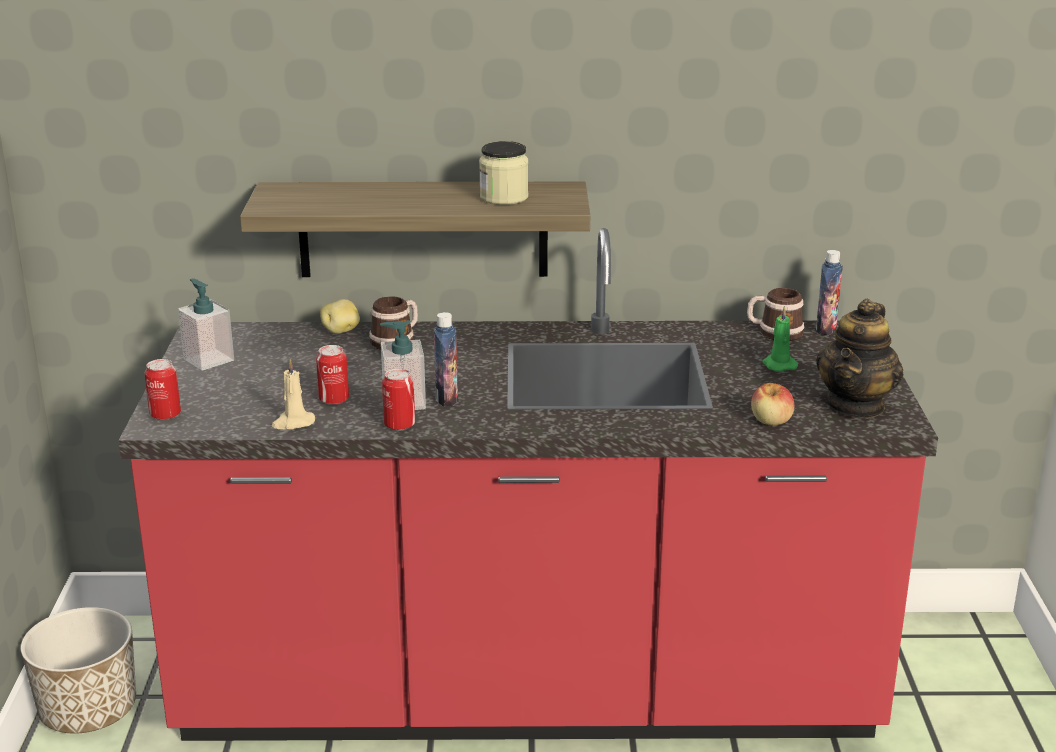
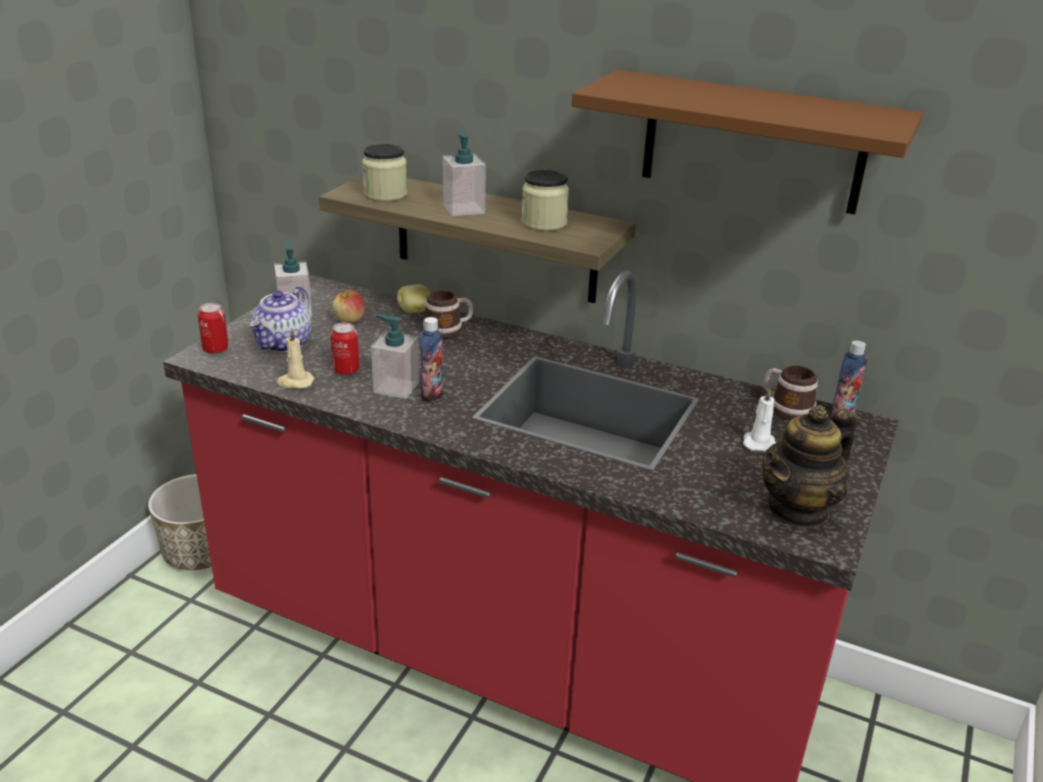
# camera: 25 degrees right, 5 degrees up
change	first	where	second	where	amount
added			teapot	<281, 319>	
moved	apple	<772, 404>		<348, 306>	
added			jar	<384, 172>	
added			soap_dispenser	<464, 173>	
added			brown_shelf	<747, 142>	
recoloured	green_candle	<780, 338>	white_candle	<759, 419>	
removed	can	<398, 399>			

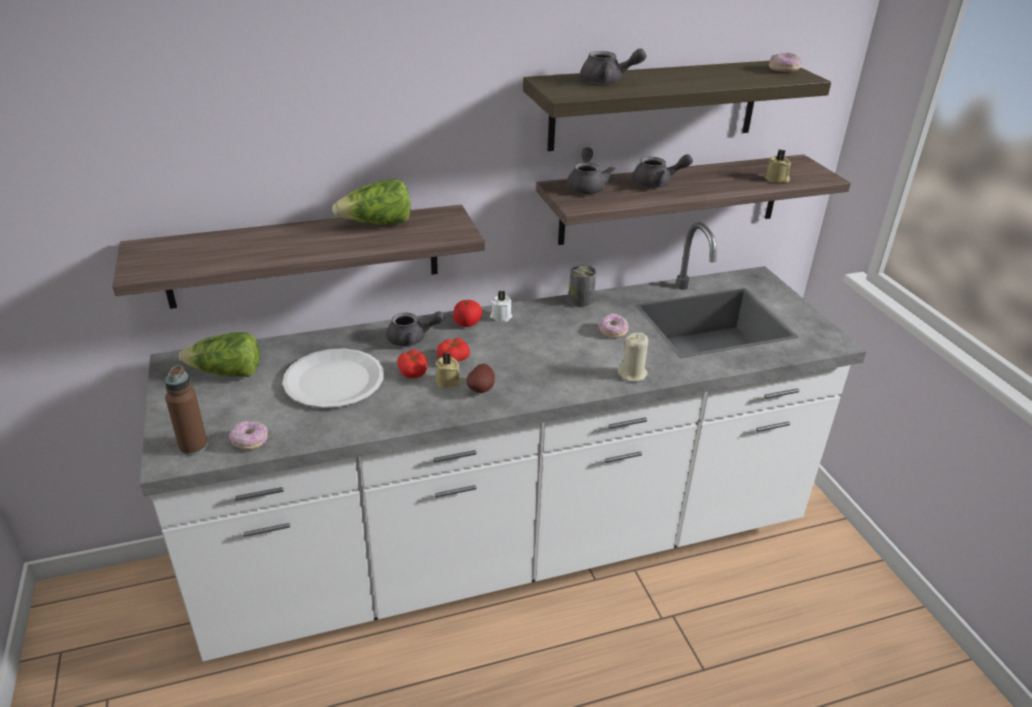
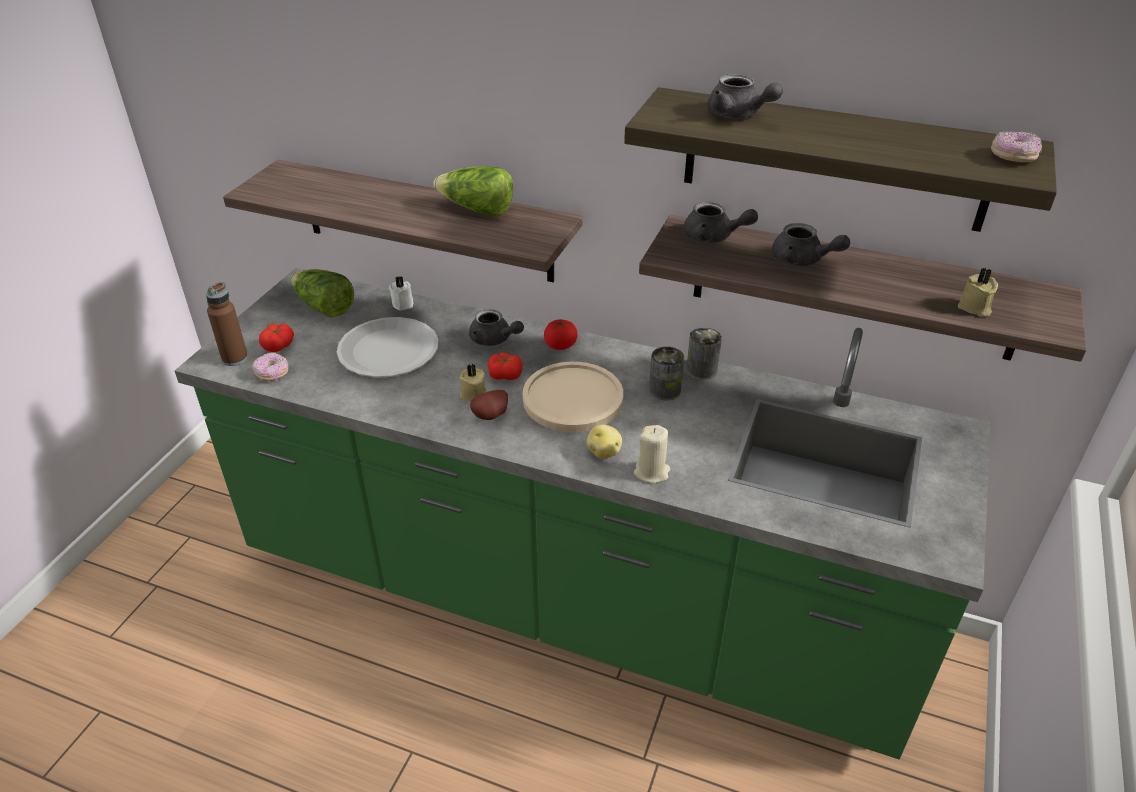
# camera: 40 degrees right, 5 degrees up
change	first	where	second	where	amount
recoloured	white_counter	<503, 442>	green_counter	<582, 513>	
moved	tomato	<412, 364>		<276, 338>	
moved	white_candle	<501, 306>		<401, 293>	
added			beige_plate	<573, 397>	
added			potato	<604, 441>	
added			can	<666, 373>	
turned	grey_teapot	<591, 170>		<721, 222>	75 degrees clockwise
removed	donut	<613, 325>			

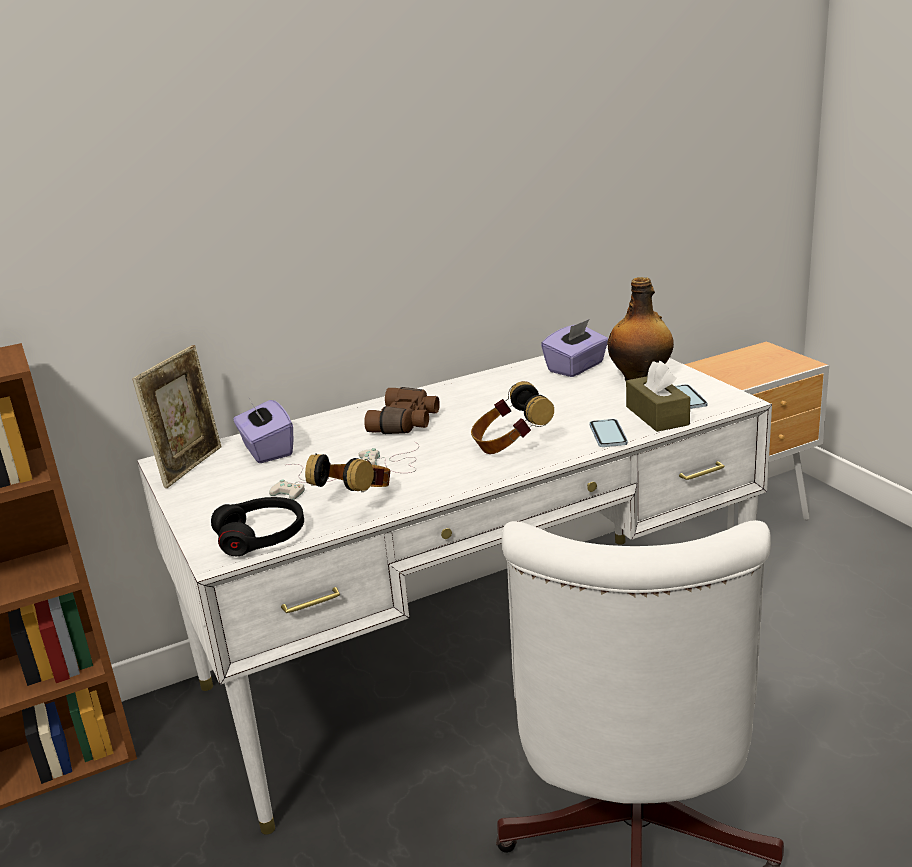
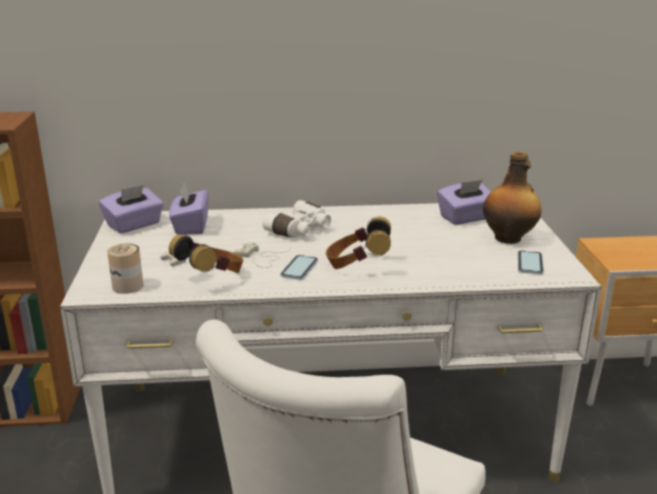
# camera: 20 degrees right, 0 degrees up
change	first	where	second	where	amount
replaced	picture_frame	<177, 416>	purple_tissue_box	<131, 209>	
replaced	black_headphones	<257, 526>	can	<125, 269>	
recoloured	brown_binoculars	<402, 410>	white_binoculars	<296, 219>	
moved	phone	<608, 433>		<299, 267>	
removed	brown_tissue_box	<658, 396>			

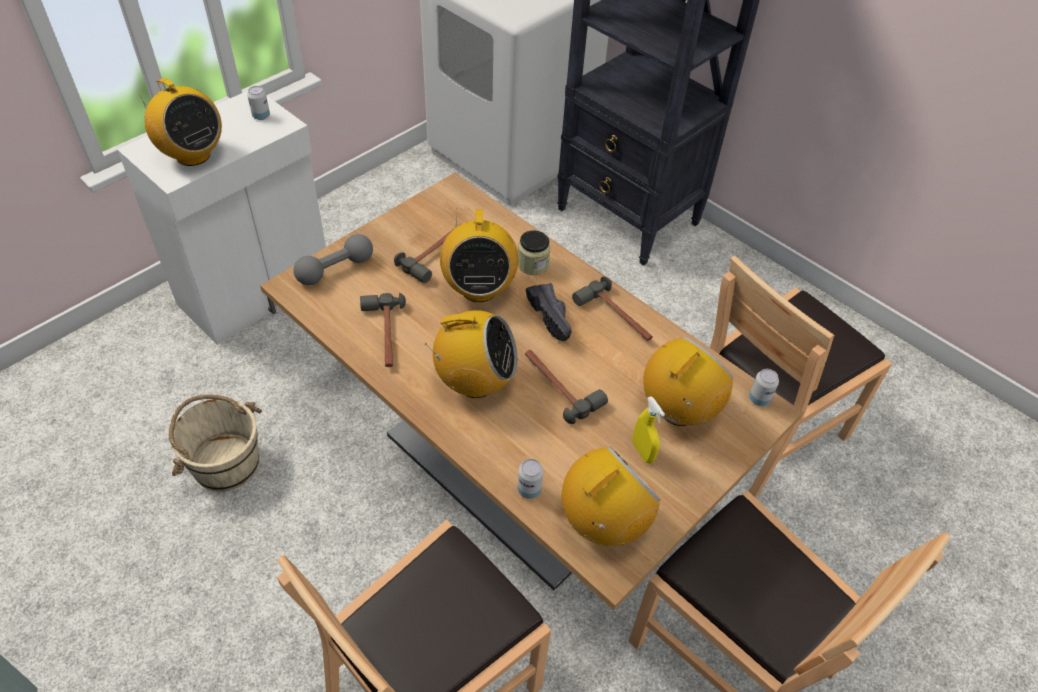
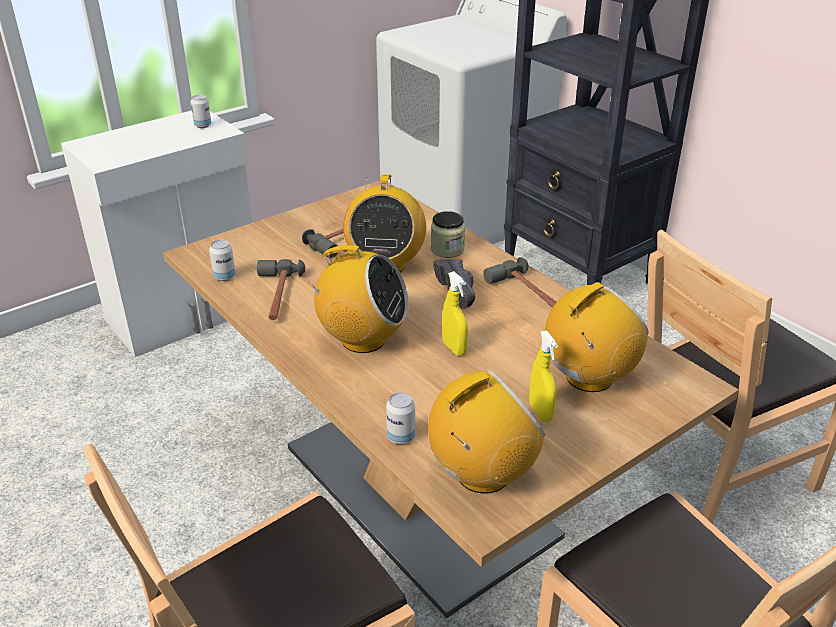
# camera: 10 degrees right, 15 degrees down
change	first	where	second	where	amount
moved	can	<764, 387>		<222, 260>	
replaced	hammer	<566, 387>	yellow_spray_bottle	<455, 313>	
removed	radio	<179, 122>			
removed	beige_bucket	<215, 443>			
removed	grey_dumbbell	<333, 259>			

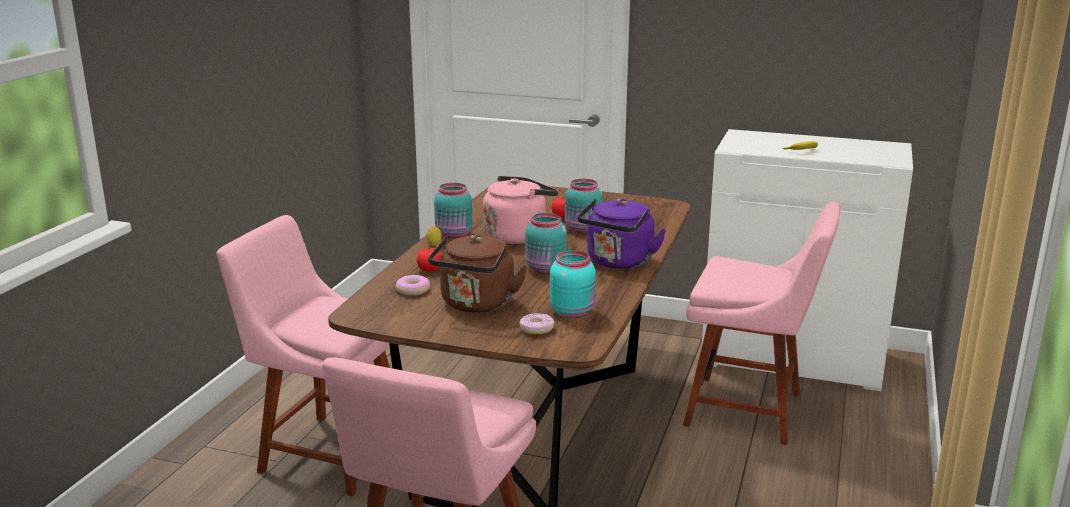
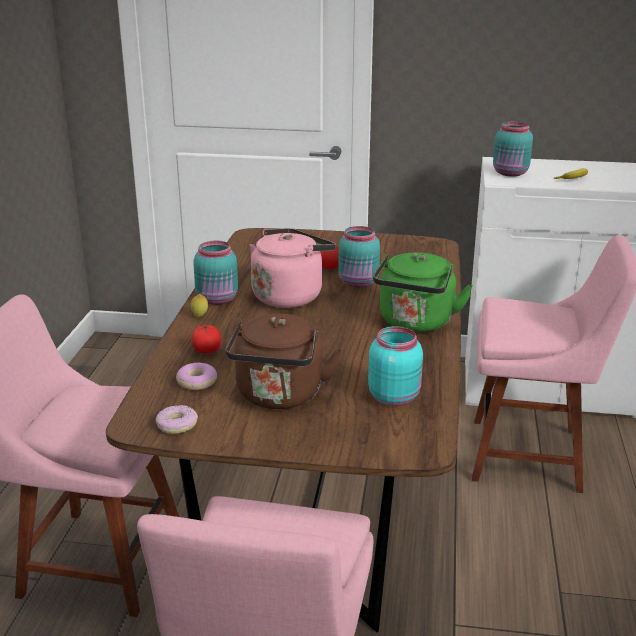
# camera: 10 degrees left, 5 degrees up
change	first	where	second	where	amount
moved	donut	<537, 323>		<177, 419>	
recoloured	purple_kettle	<621, 234>	green_kettle	<423, 292>	
moved	turquoise_jar	<546, 243>		<513, 149>	

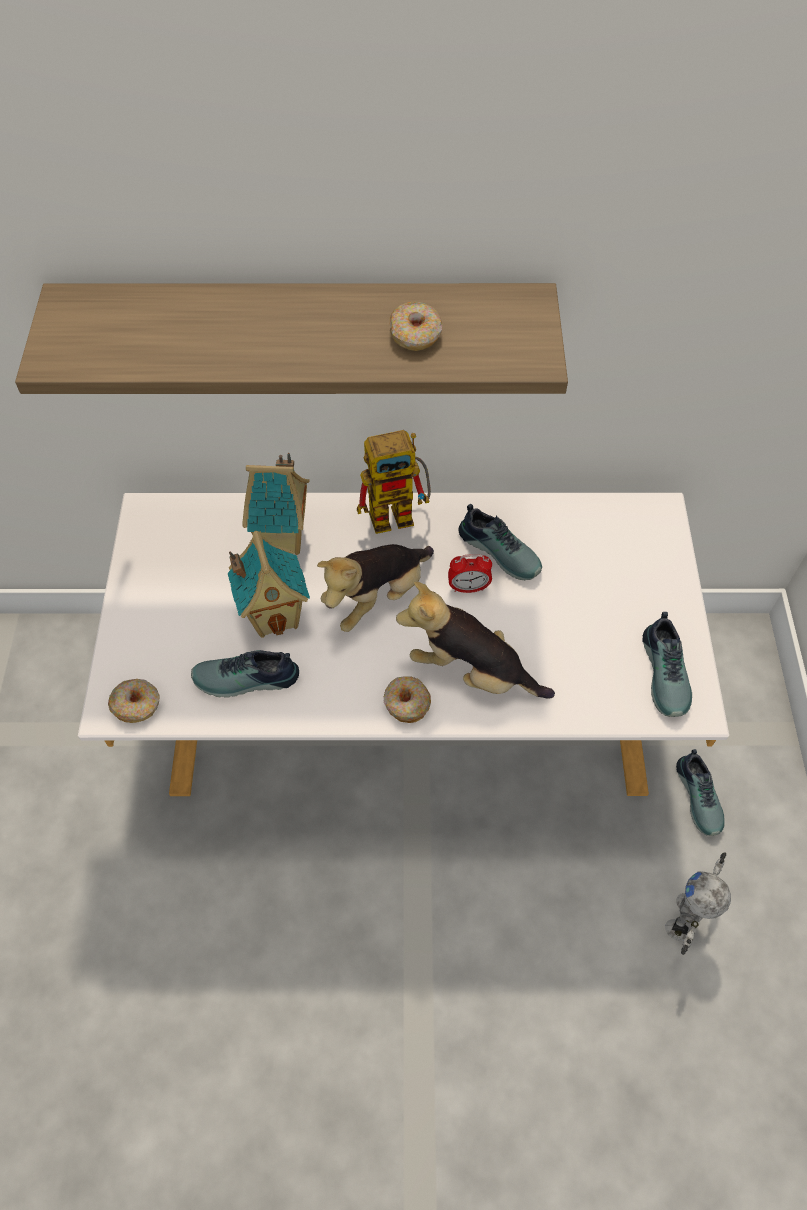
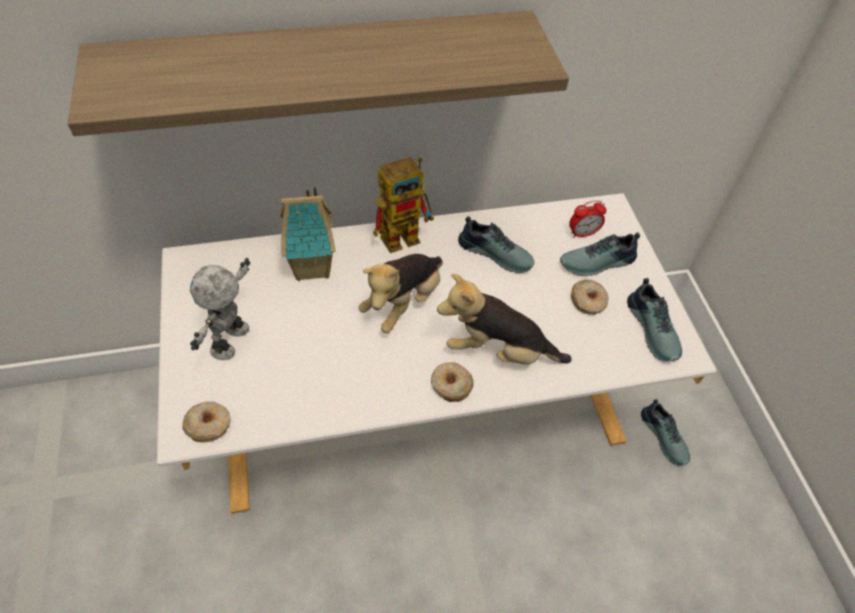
# camera: 15 degrees left, 5 degrees down
change	first	where	second	where	amount
moved	toy_robot	<698, 903>		<220, 309>	
moved	shoe	<245, 674>		<600, 254>	
moved	alarm_clock	<470, 573>		<588, 219>	
moved	donut	<416, 326>		<590, 297>	
removed	toy_house	<269, 584>			

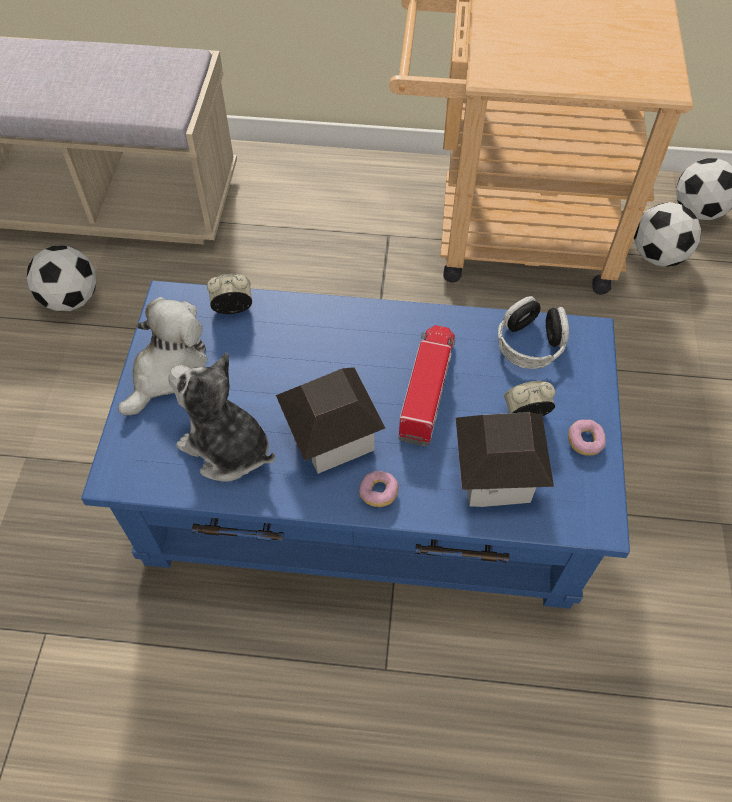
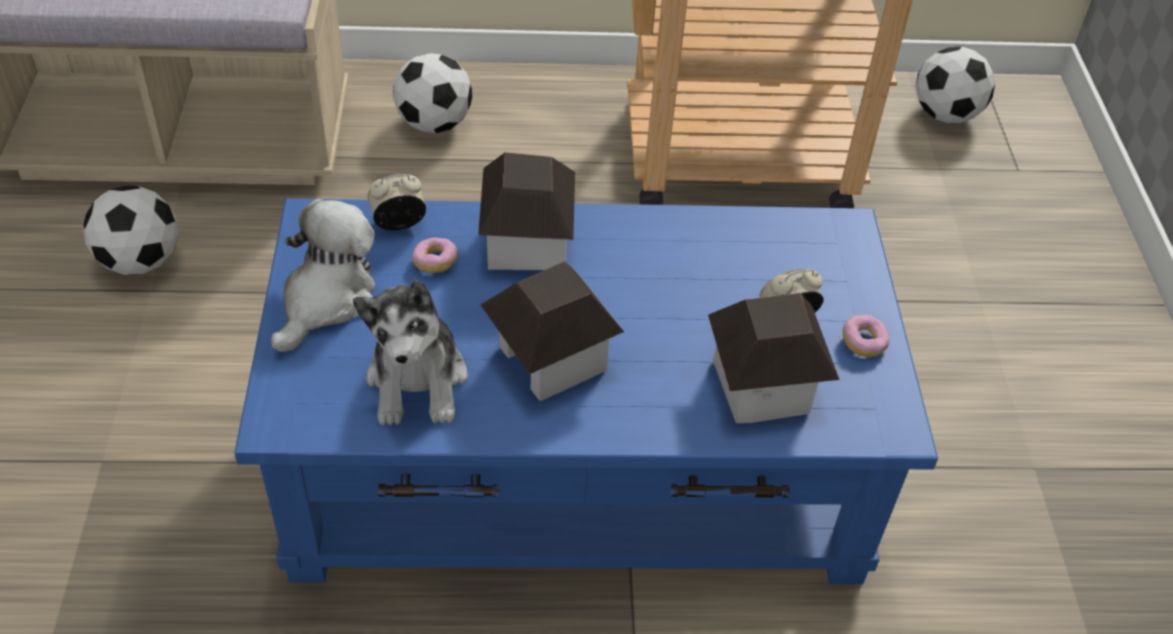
# camera: 10 degrees left, 10 degrees down
change	first	where	second	where	amount
turned	plush_toy	<221, 417>		<410, 351>	120 degrees counterclockwise
moved	football	<667, 234>		<432, 93>	
moved	donut	<379, 489>		<434, 255>	
added			toy_house	<526, 211>	
removed	toy_truck	<427, 385>			
removed	headphones	<533, 332>			

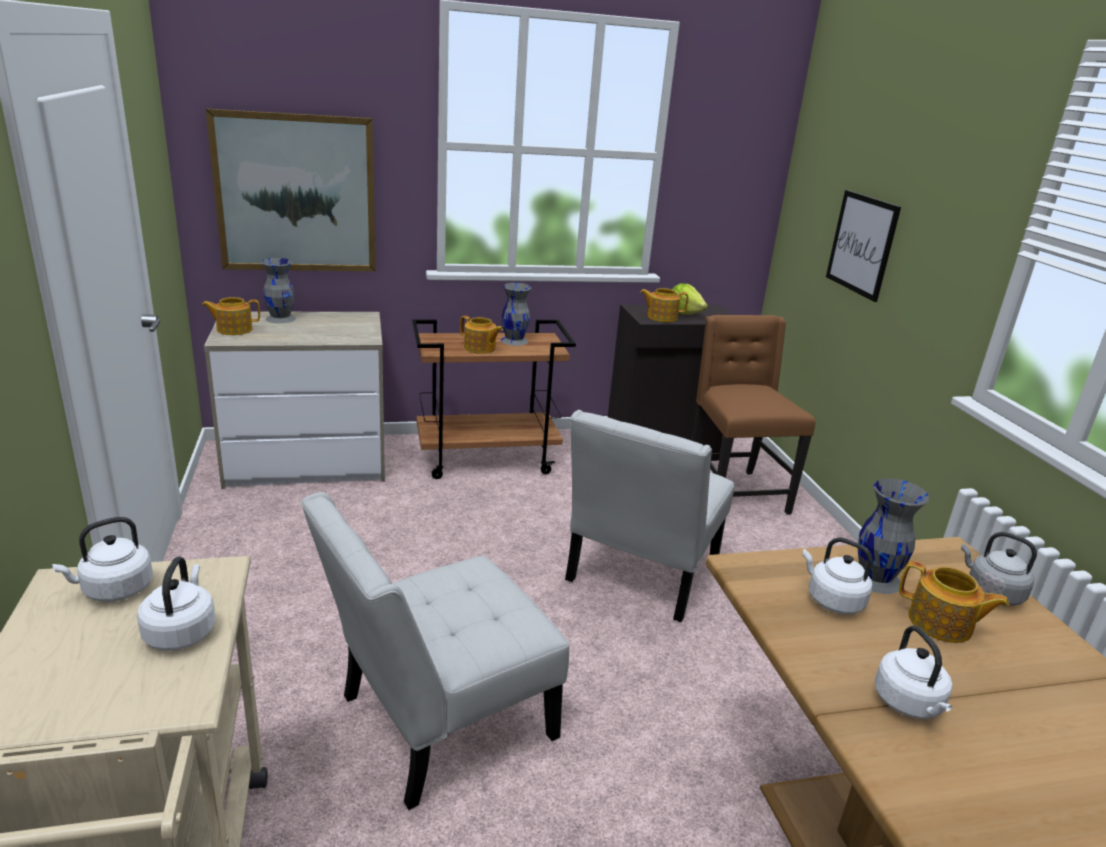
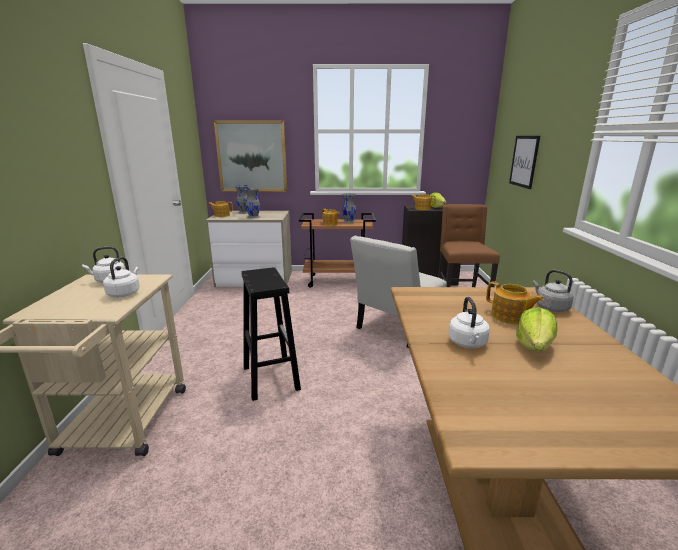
# camera: 15 degrees right, 5 degrees down
change	first	where	second	where	amount
replaced	white_chair	<435, 651>	black_stool	<271, 334>	
moved	grey_vase	<893, 536>		<253, 203>	
added			lettuce	<536, 329>	
removed	white_kettle	<837, 575>			

